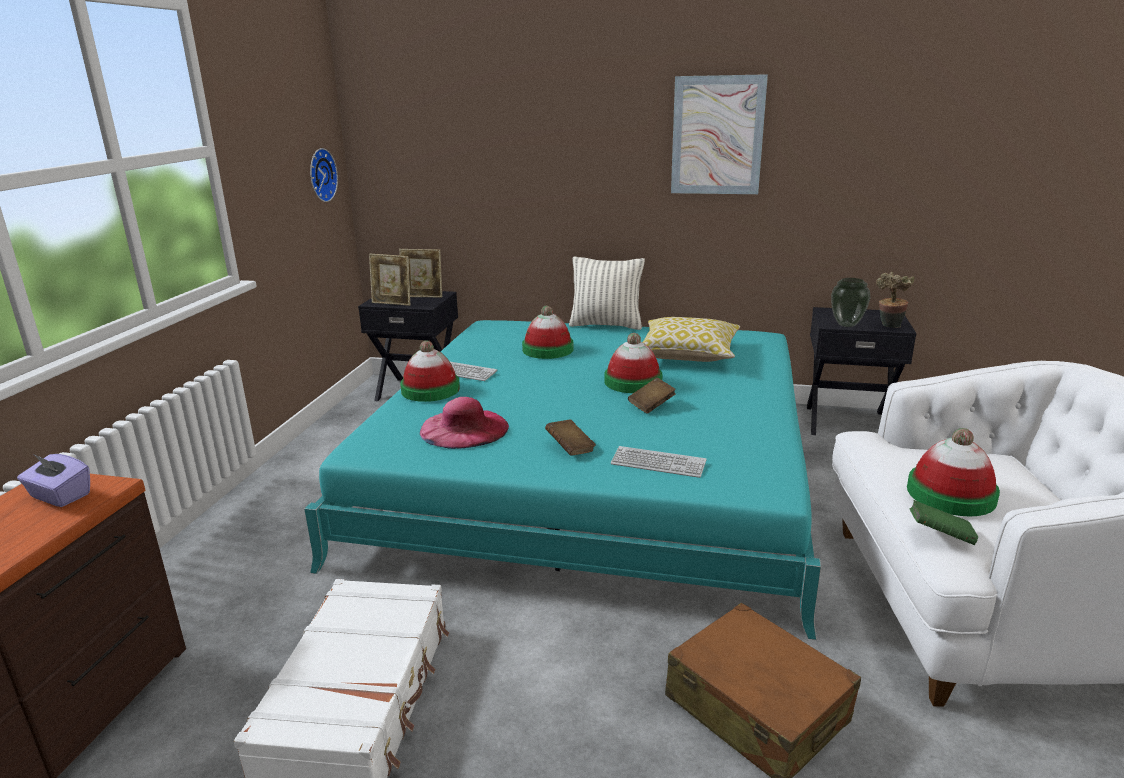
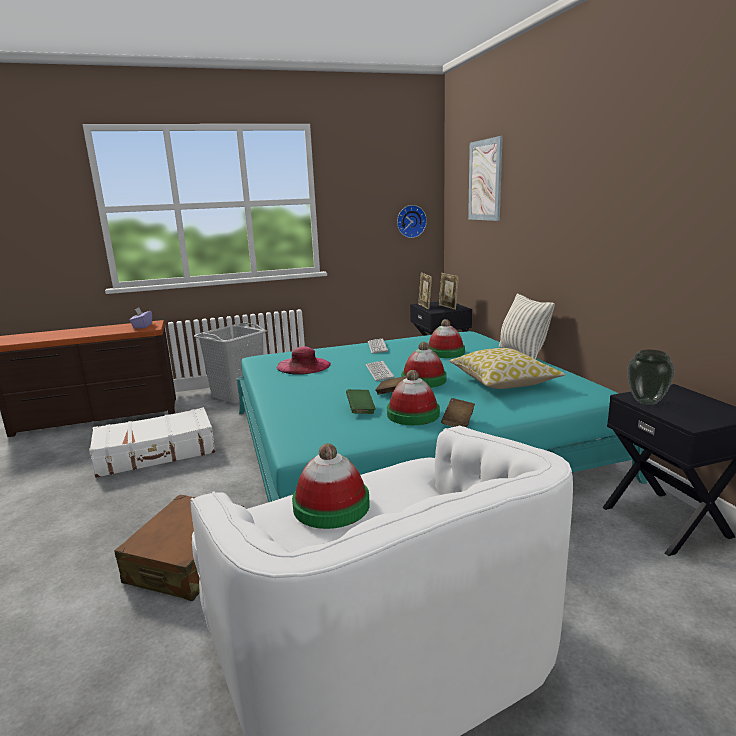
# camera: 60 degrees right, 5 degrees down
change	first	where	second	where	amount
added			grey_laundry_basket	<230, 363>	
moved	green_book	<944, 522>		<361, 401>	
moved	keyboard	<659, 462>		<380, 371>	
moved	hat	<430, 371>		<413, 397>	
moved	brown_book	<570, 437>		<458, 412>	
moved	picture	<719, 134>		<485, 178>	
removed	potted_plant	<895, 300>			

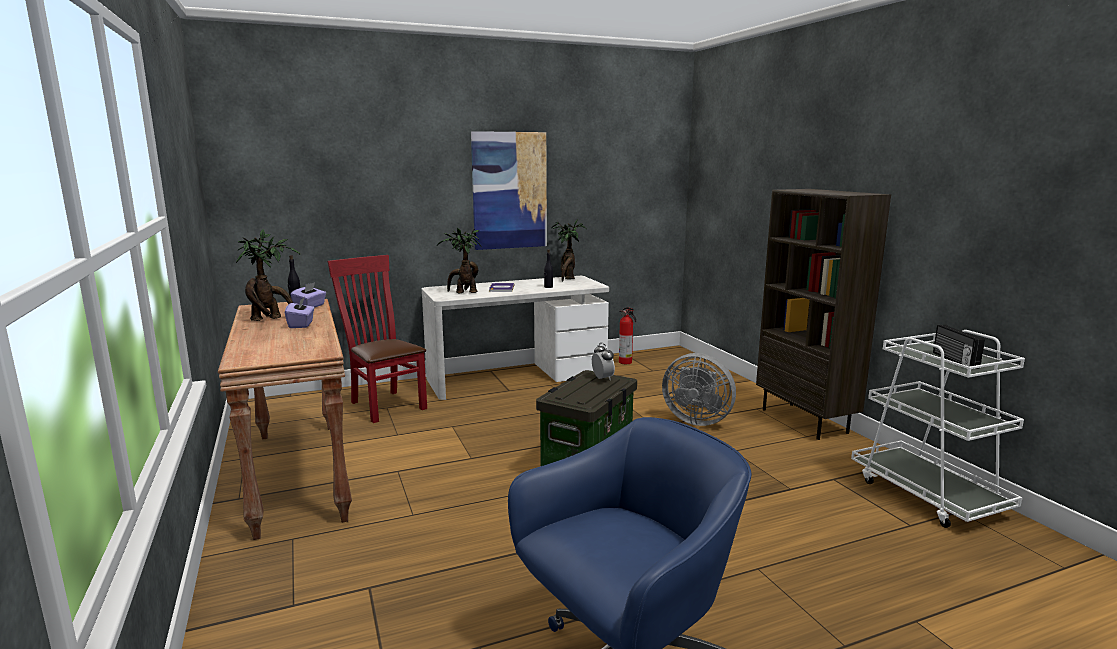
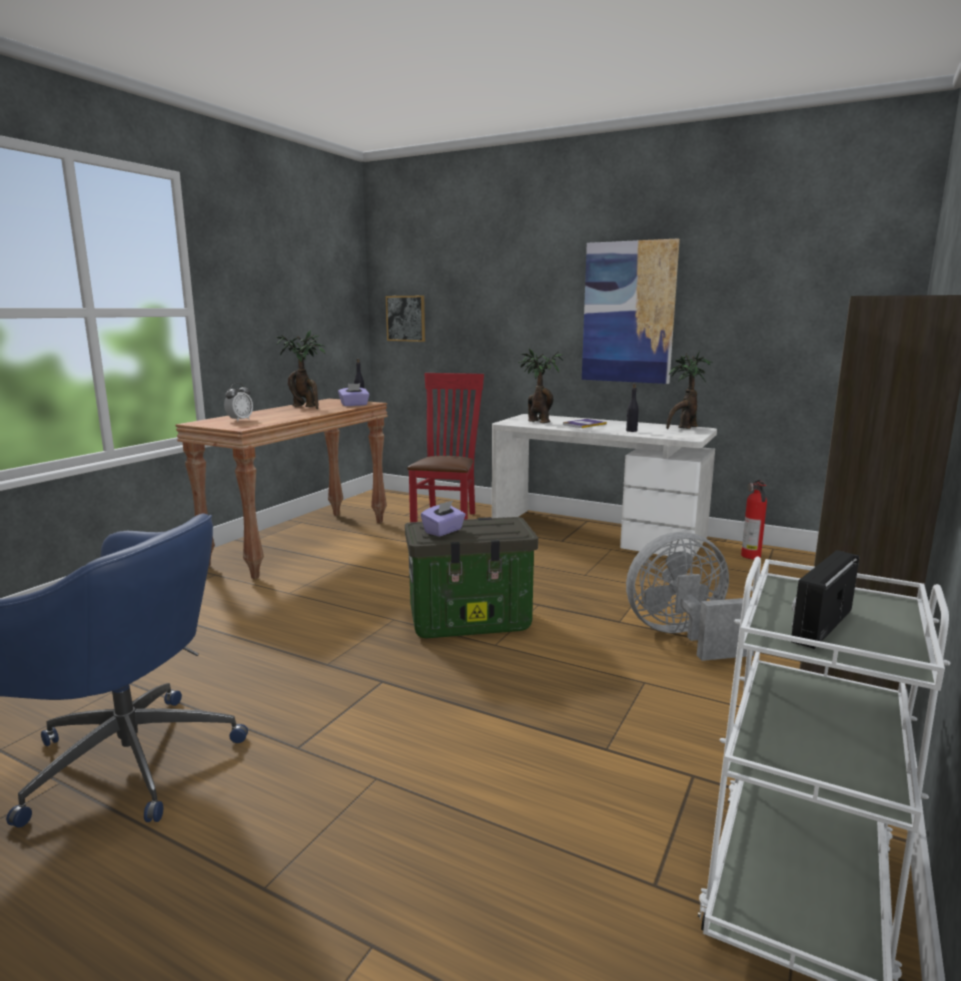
# camera: 50 degrees right, 0 degrees up
change	first	where	second	where	amount
moved	alarm_clock	<603, 361>		<238, 402>	
added			picture	<405, 319>	
moved	purple_tissue_box	<299, 312>		<443, 518>	
turned	grey_fan	<699, 389>		<690, 596>	90 degrees clockwise

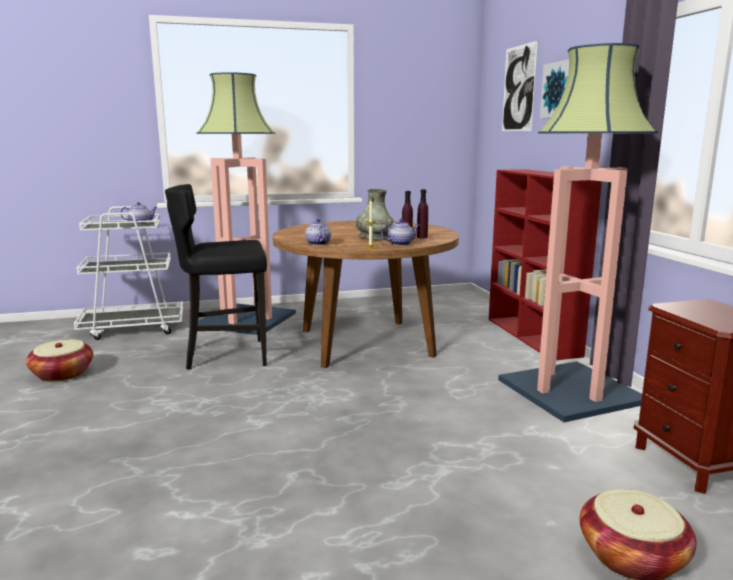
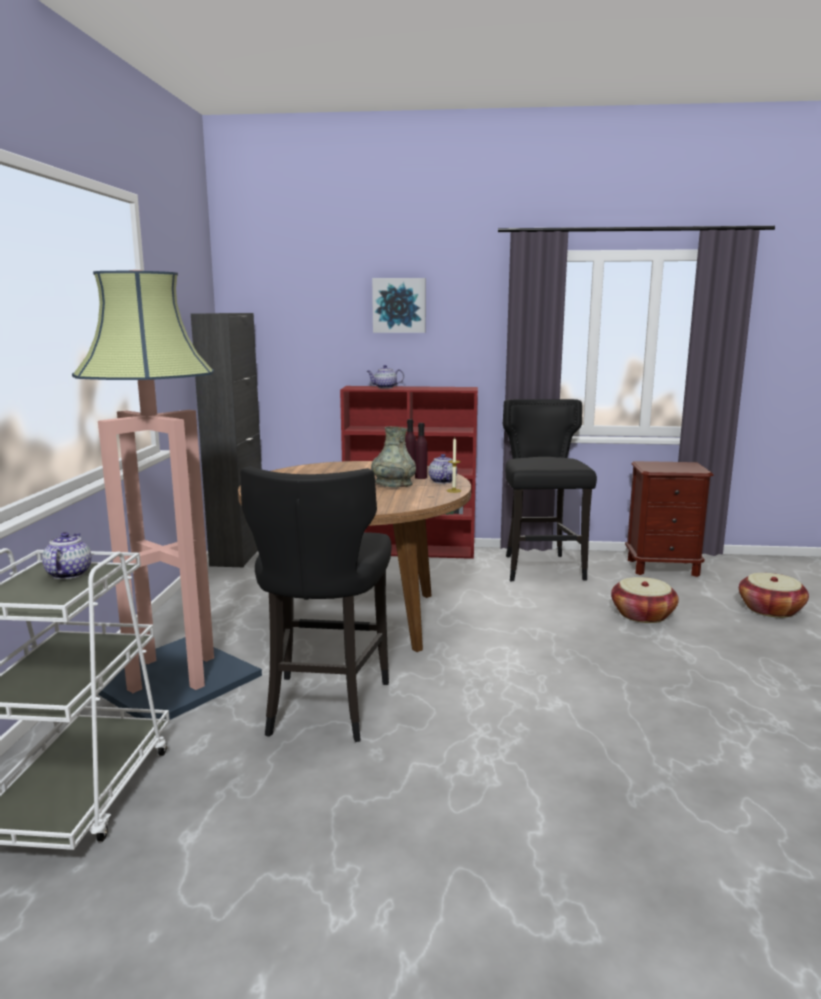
# camera: 70 degrees left, 0 degrees up
change	first	where	second	where	amount
added			black_cabinet	<226, 440>	
moved	teapot	<318, 232>		<385, 376>	
replaced	floor_lamp	<578, 232>	black_stool	<550, 490>	
moved	basket	<59, 360>		<645, 600>	
removed	picture	<520, 86>			

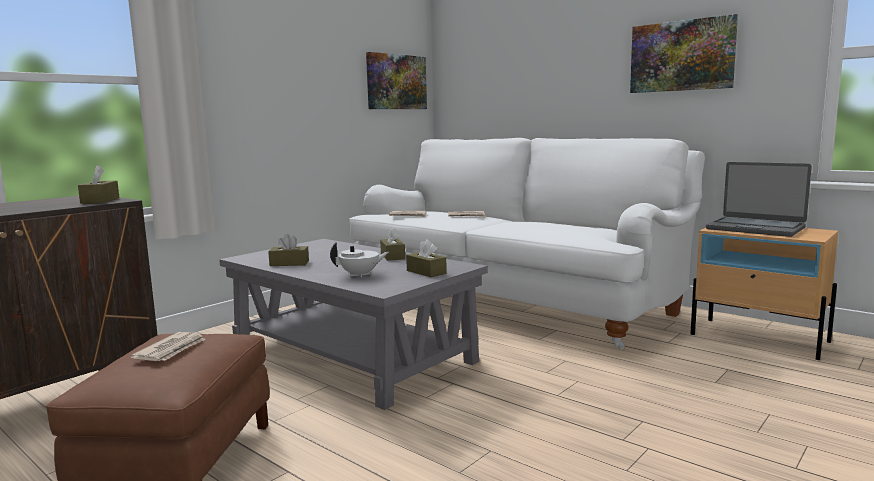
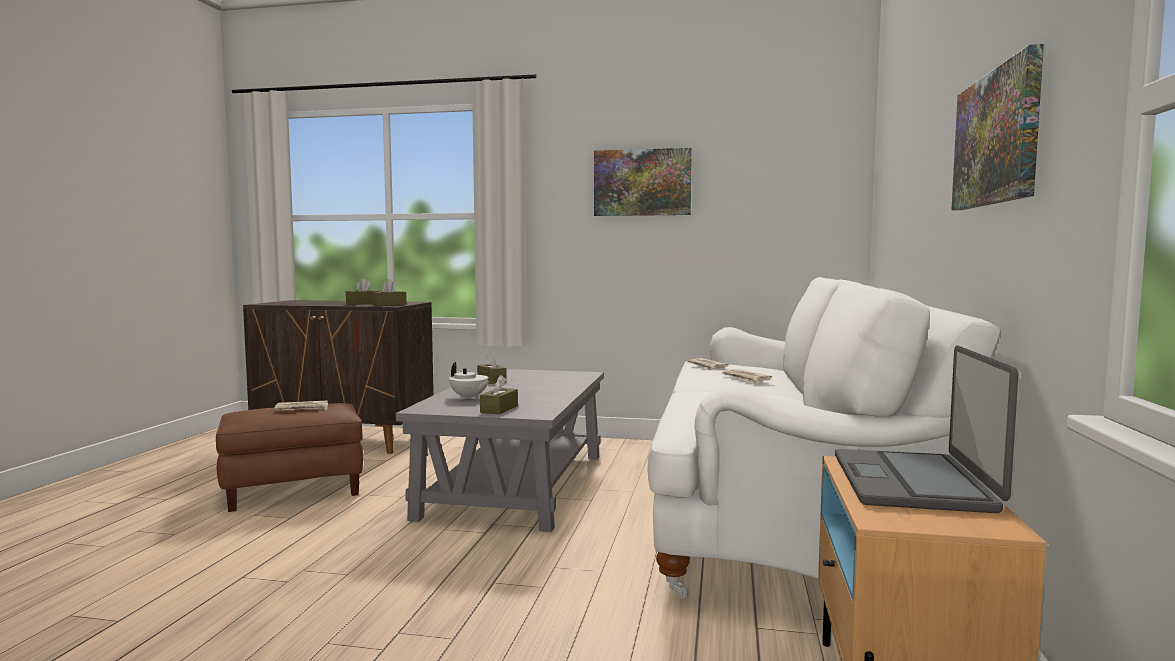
# camera: 60 degrees right, 5 degrees down
change	first	where	second	where	amount
moved	brown_tissue_box	<392, 244>		<363, 292>	
moved	picture	<396, 80>		<643, 182>	

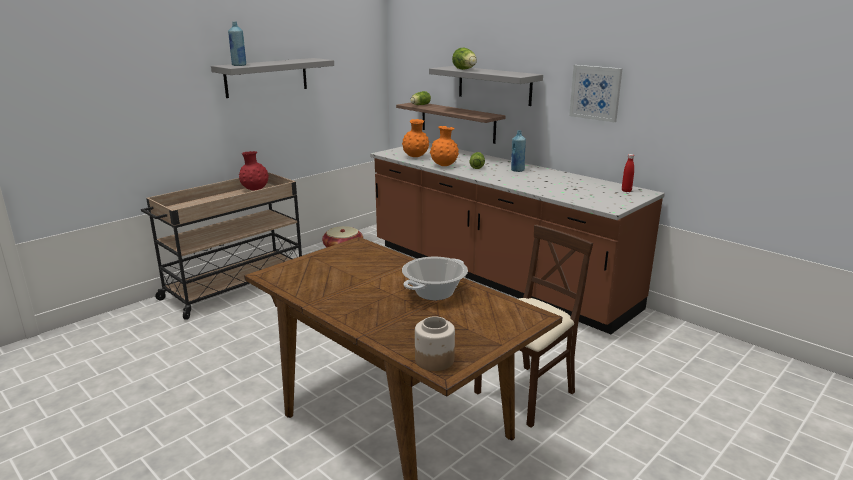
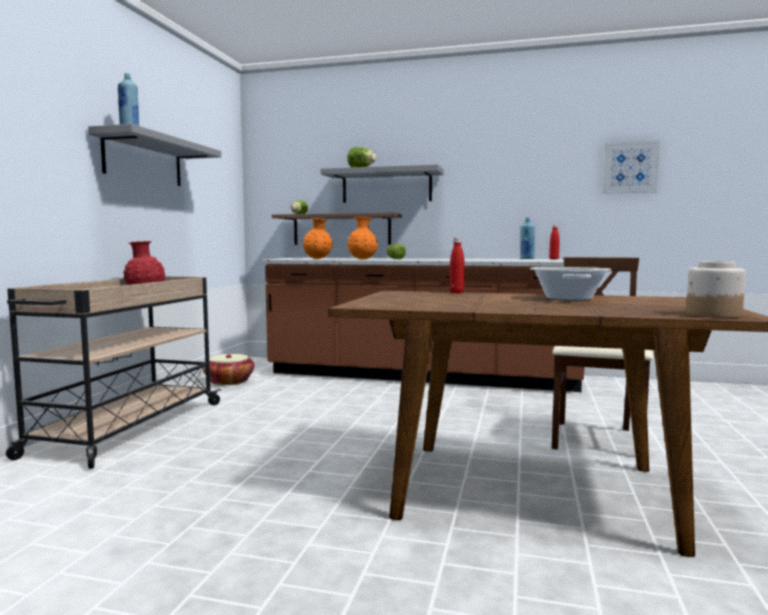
# camera: 30 degrees left, 15 degrees down
change	first	where	second	where	amount
added			red_bottle	<457, 265>	
moved	blue_bottle	<518, 151>		<527, 238>	
moved	picture	<595, 93>		<631, 167>	

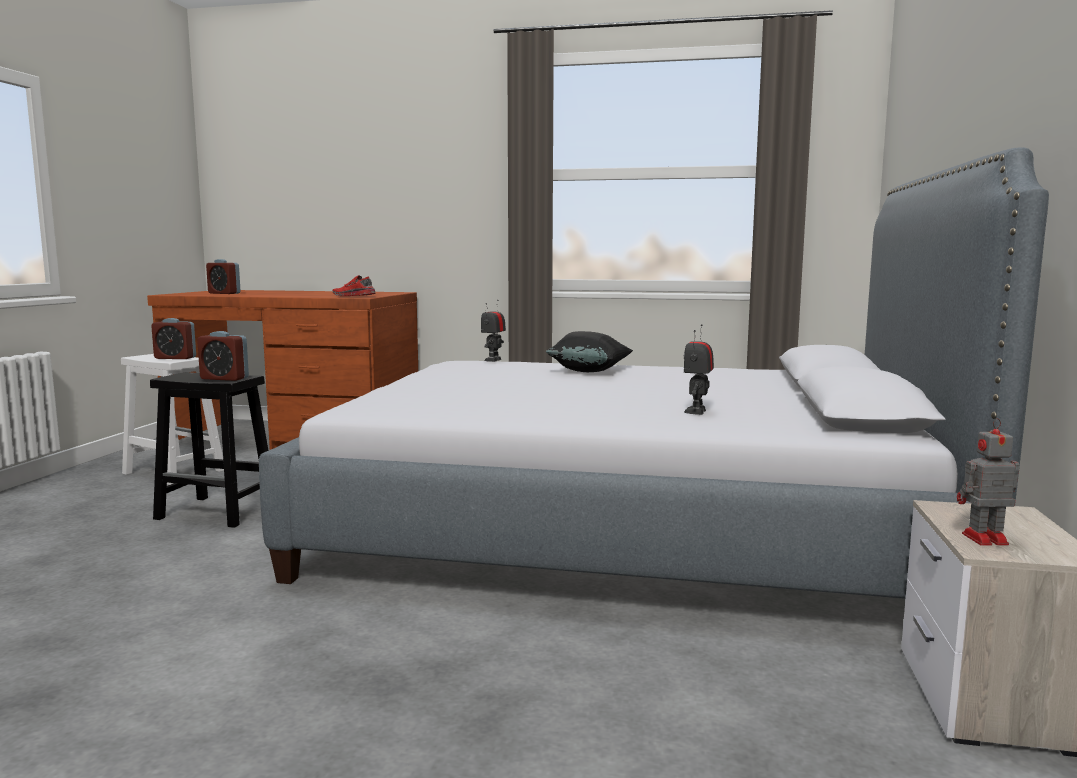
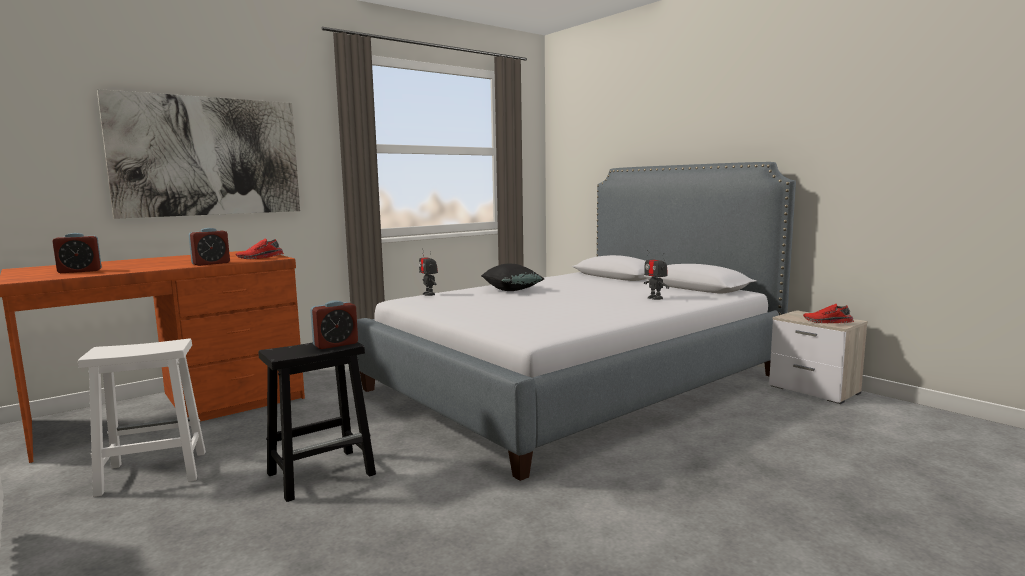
# camera: 50 degrees left, 0 degrees up
change	first	where	second	where	amount
added			picture	<198, 154>	
moved	alarm_clock	<173, 338>		<209, 247>	
replaced	toy_robot	<988, 482>	red_shoe	<828, 313>	

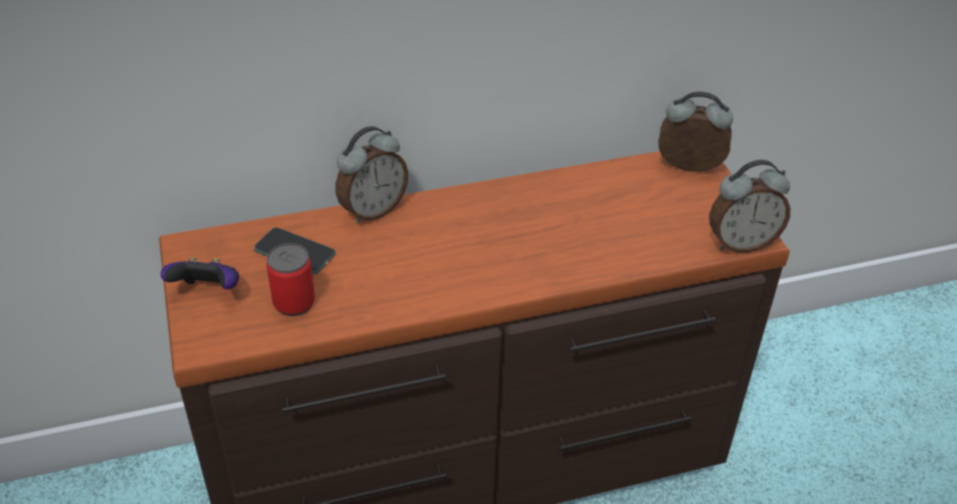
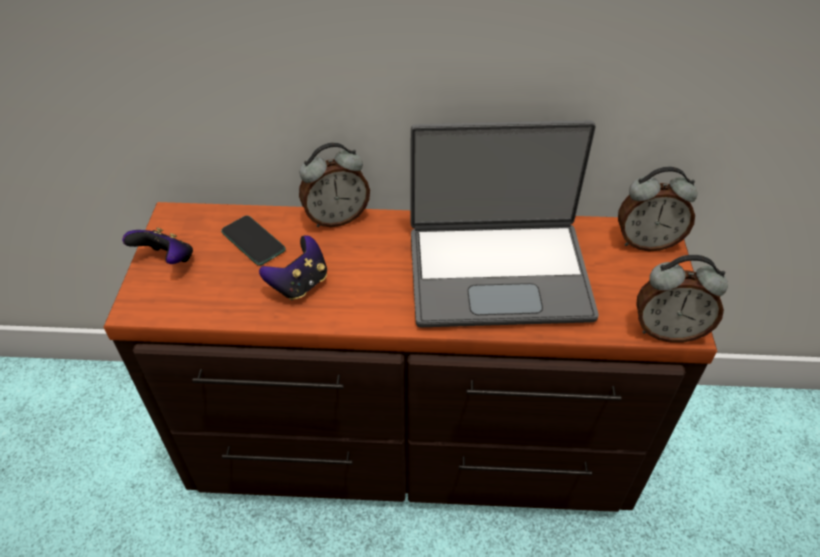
# camera: 20 degrees right, 5 degrees up
change	first	where	second	where	amount
added			game_controller	<293, 267>	
added			laptop	<505, 223>	
turned	alarm_clock	<695, 132>		<658, 209>	150 degrees clockwise
removed	can	<290, 279>			

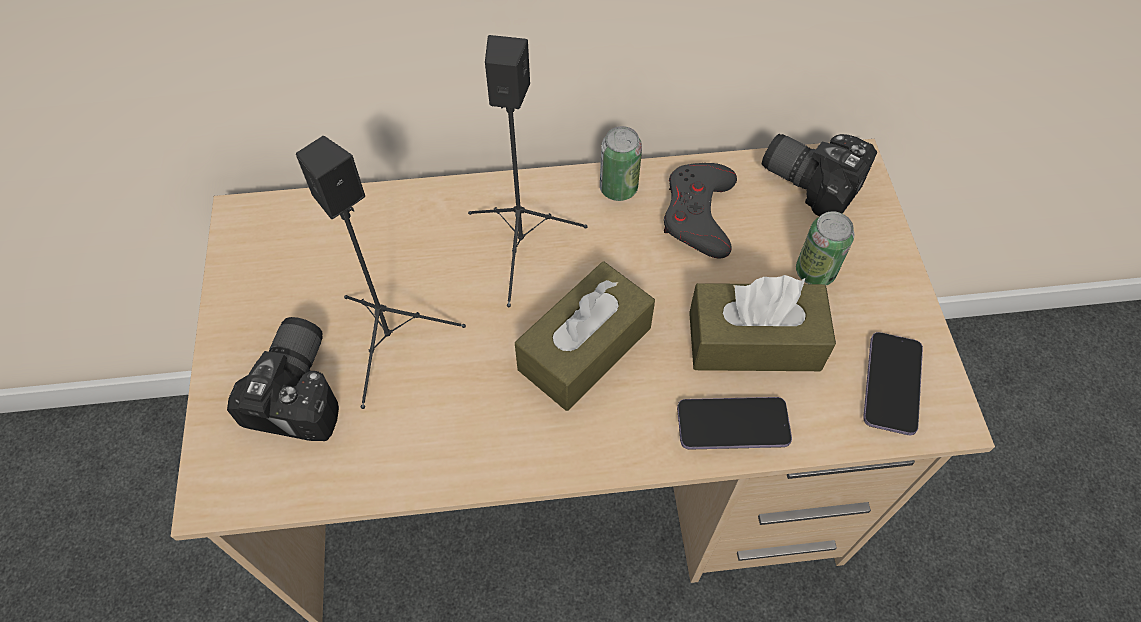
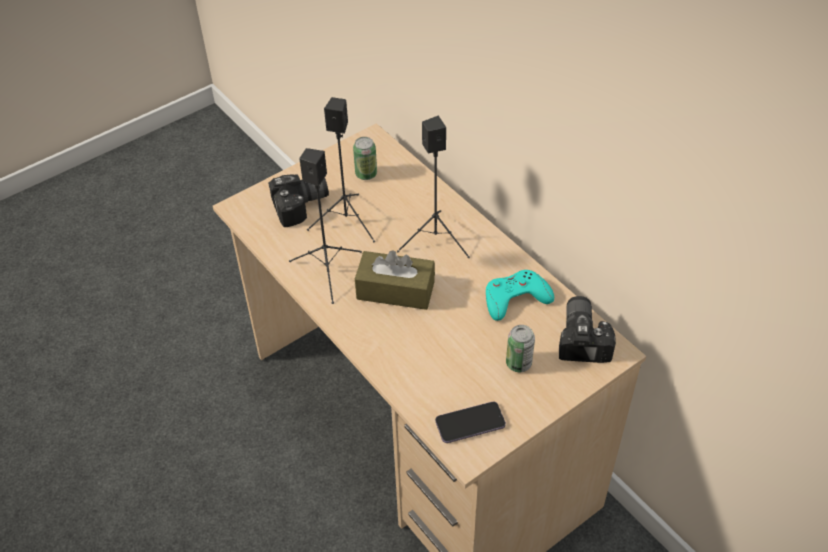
# camera: 60 degrees right, 10 degrees down
change	first	where	second	where	amount
added			black_speaker	<325, 226>	
moved	can	<621, 163>		<365, 158>	
recoloured	grey_game_controller	<700, 210>	turquoise_game_controller	<520, 295>	
removed	phone	<734, 423>			
removed	brown_tissue_box	<762, 323>			

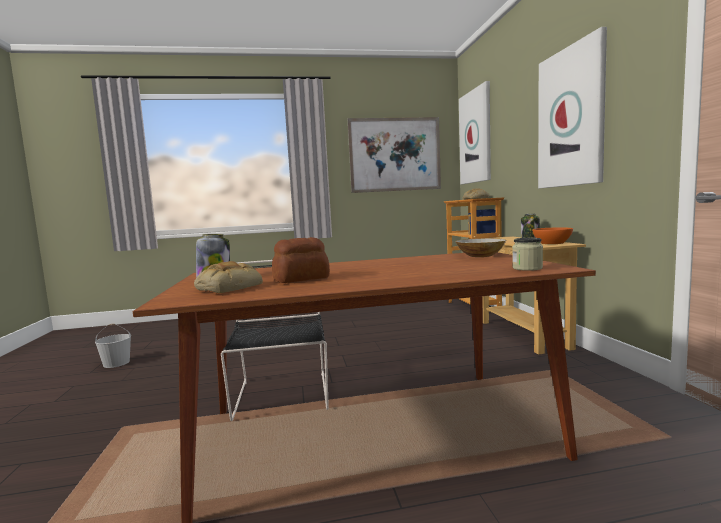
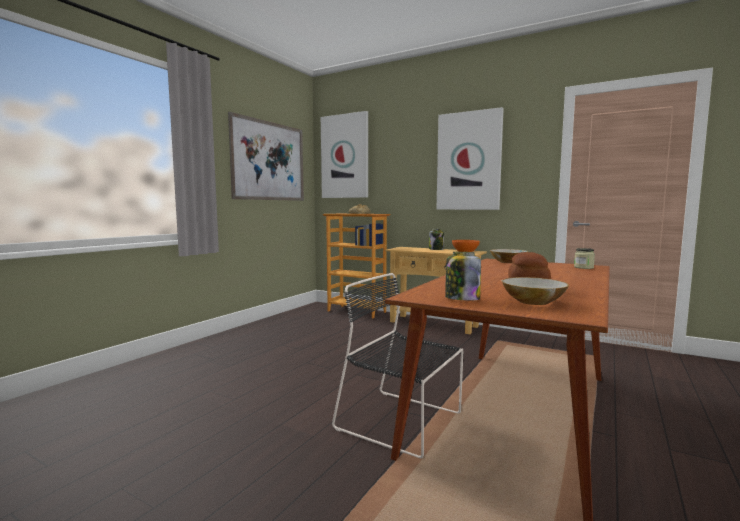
# camera: 50 degrees left, 0 degrees up
change	first	where	second	where	amount
replaced	bread	<228, 277>	bowl	<535, 291>	
removed	white_bucket	<113, 346>			

